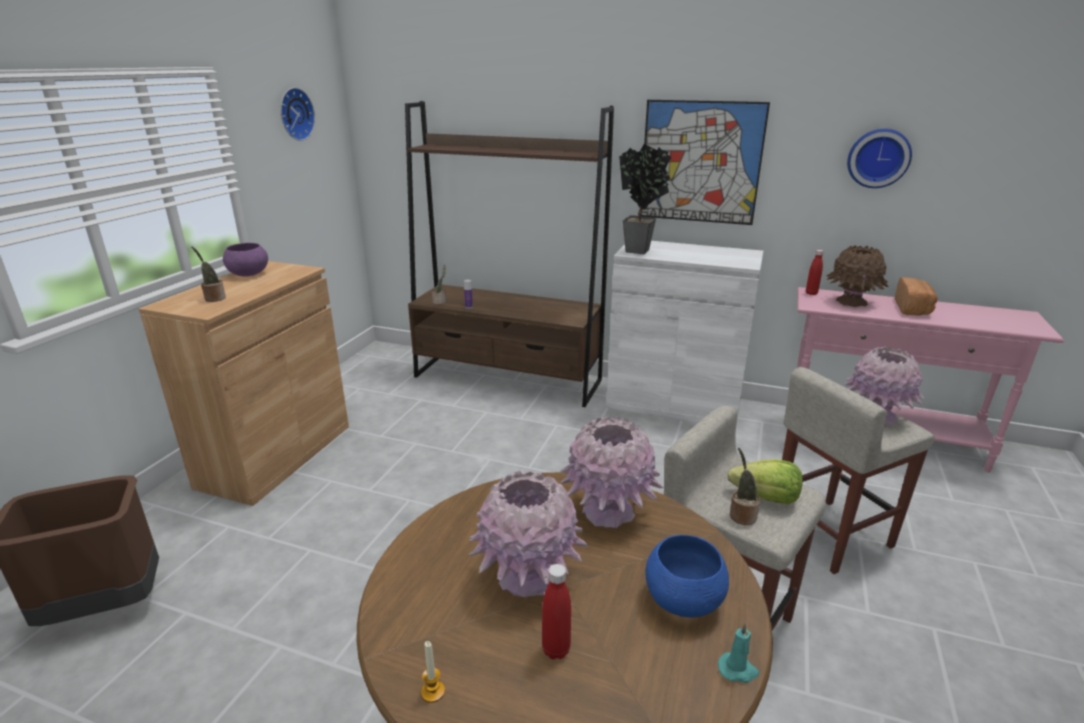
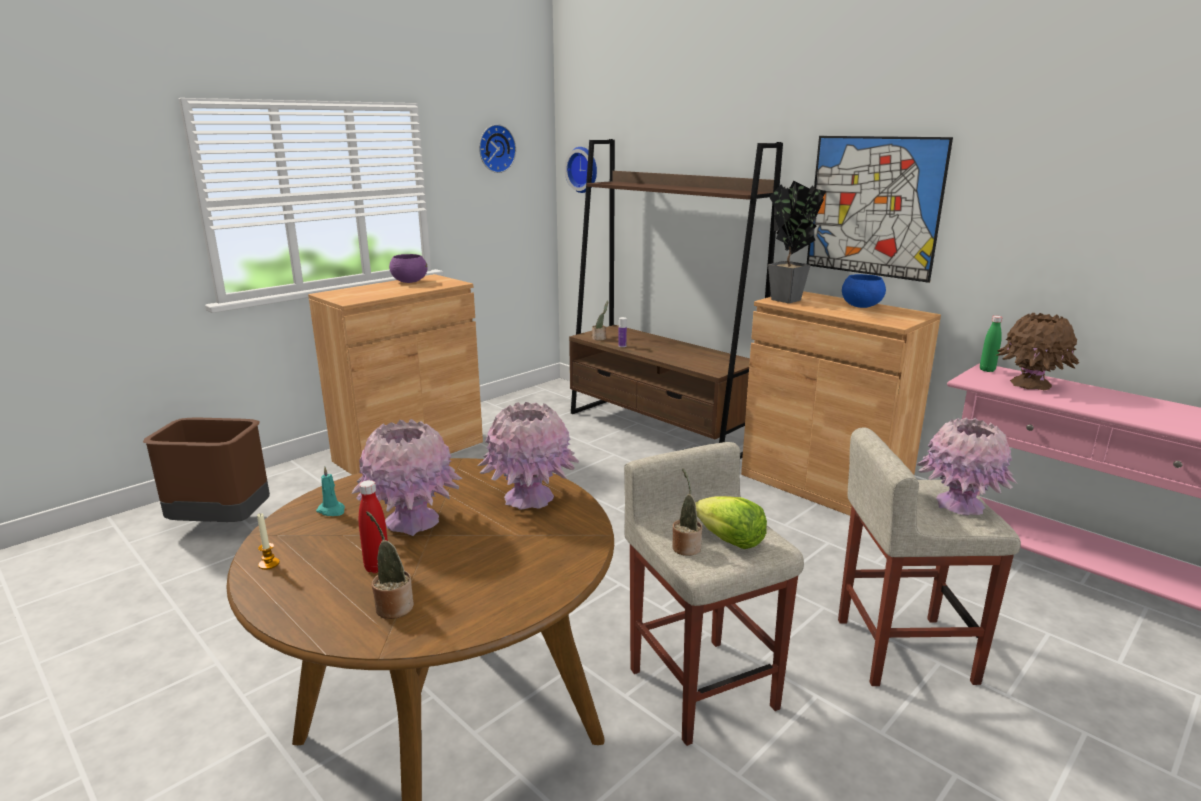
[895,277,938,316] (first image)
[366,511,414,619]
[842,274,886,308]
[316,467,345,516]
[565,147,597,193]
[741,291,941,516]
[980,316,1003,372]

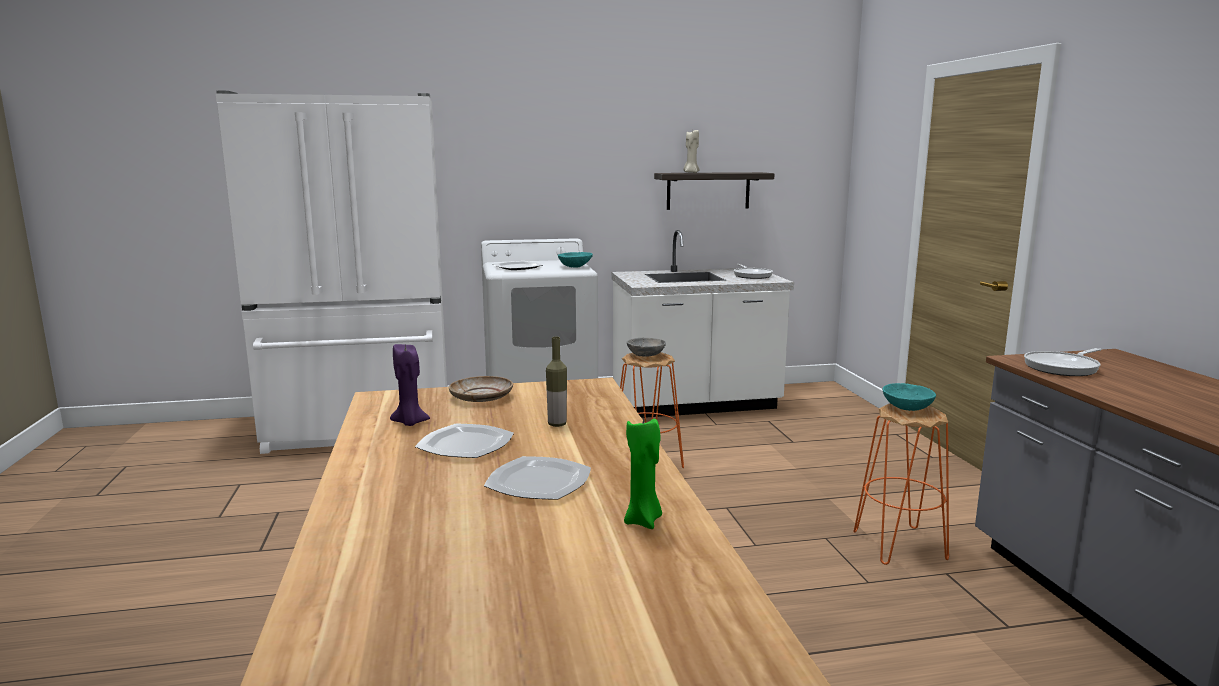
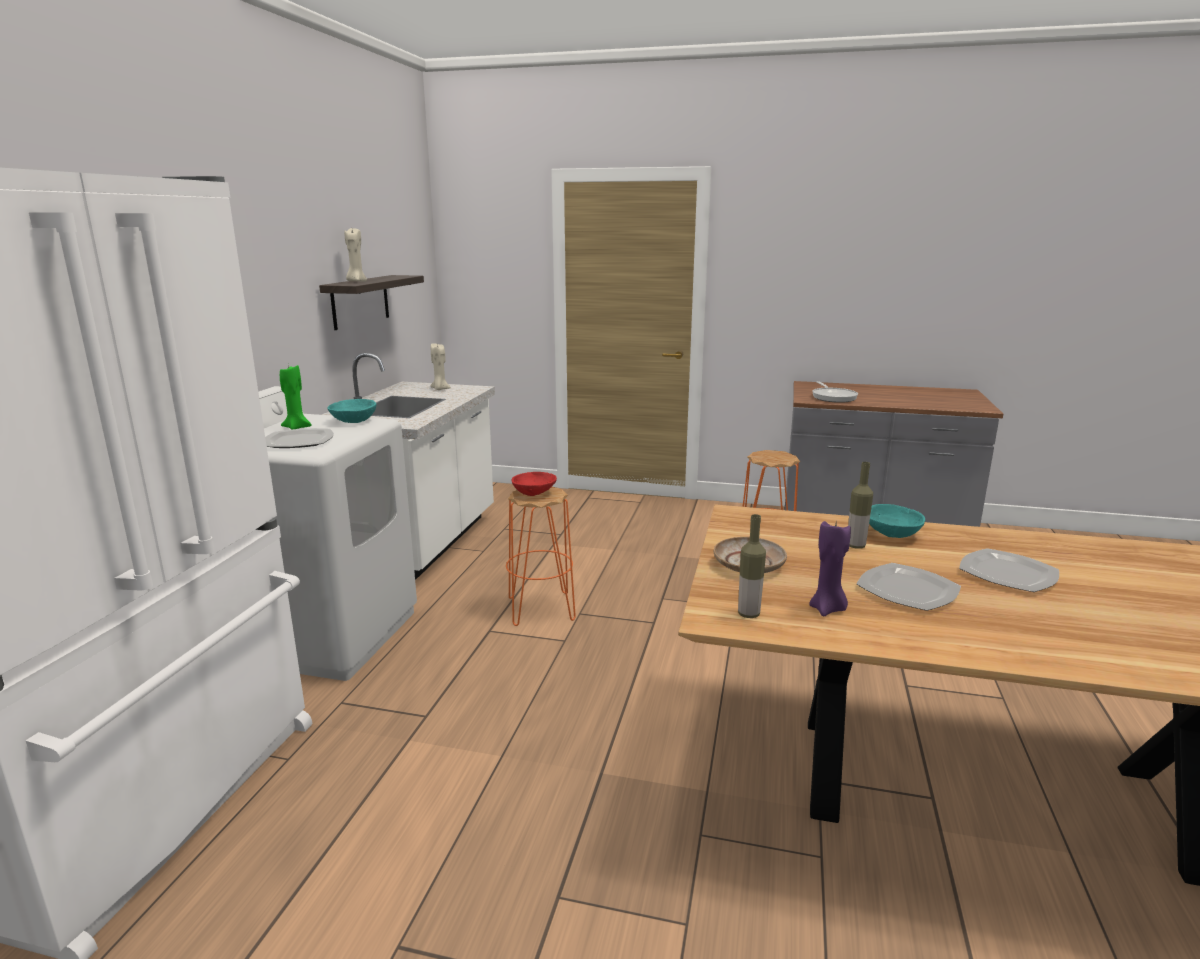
[738,514,766,618]
[280,365,312,430]
[869,504,925,538]
[431,343,451,390]
[512,472,557,496]

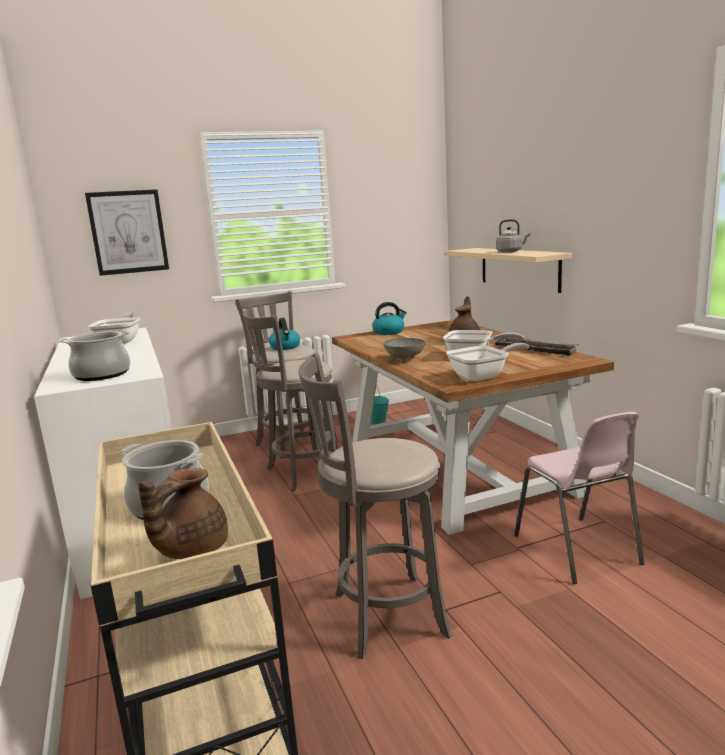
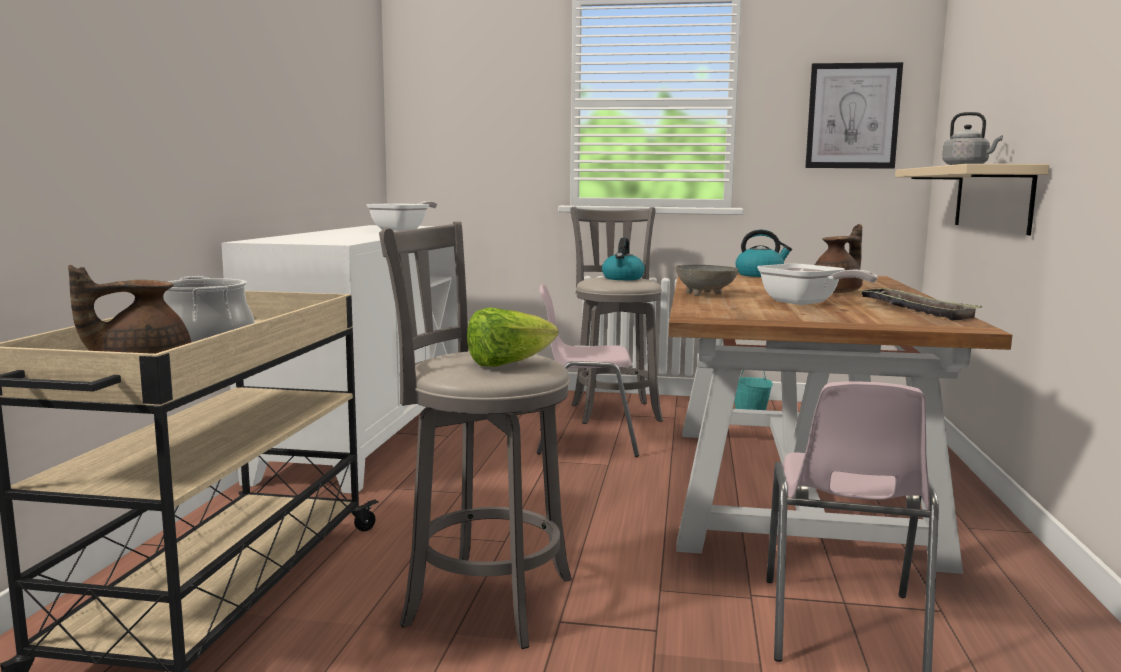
[58,331,131,381] (first image)
[446,343,530,381] (first image)
[467,307,558,367]
[805,62,903,169]
[537,284,639,457]

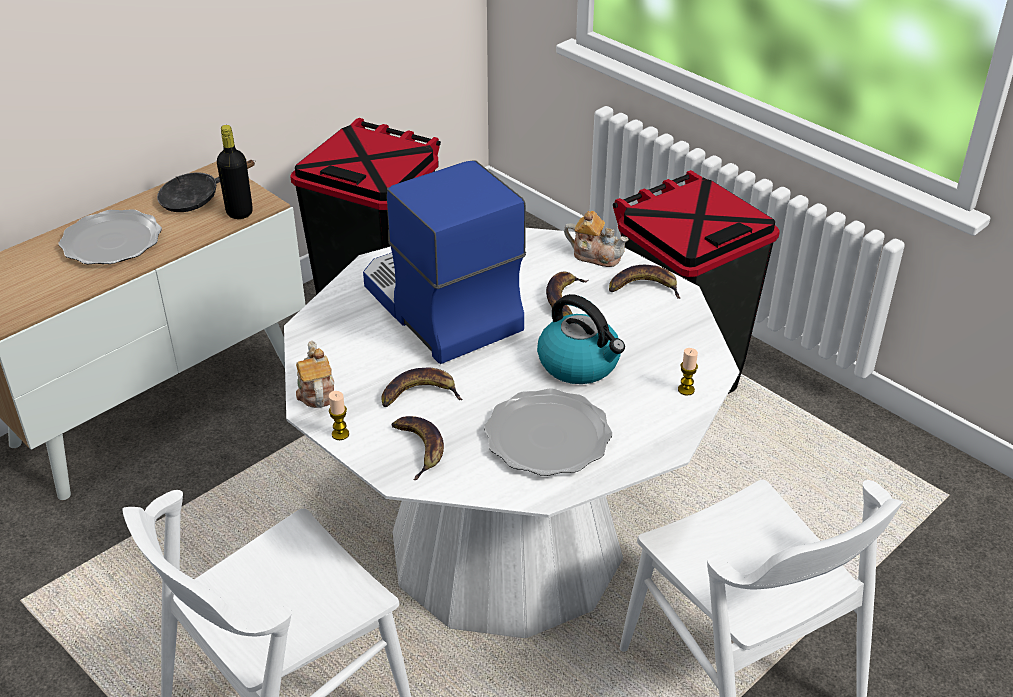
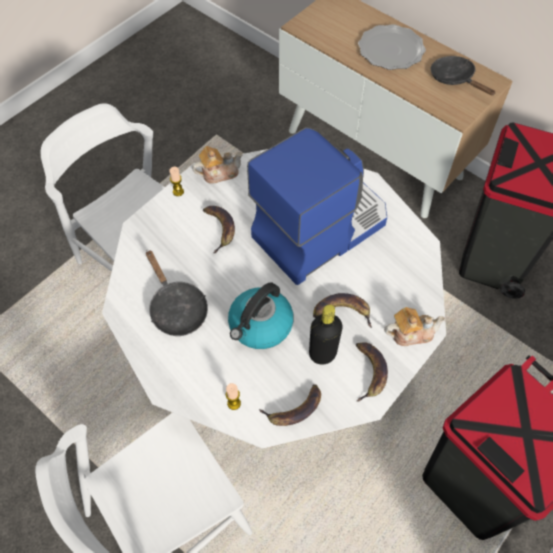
[309,304,343,365]
[259,384,321,426]
[146,250,208,336]
[384,307,446,346]

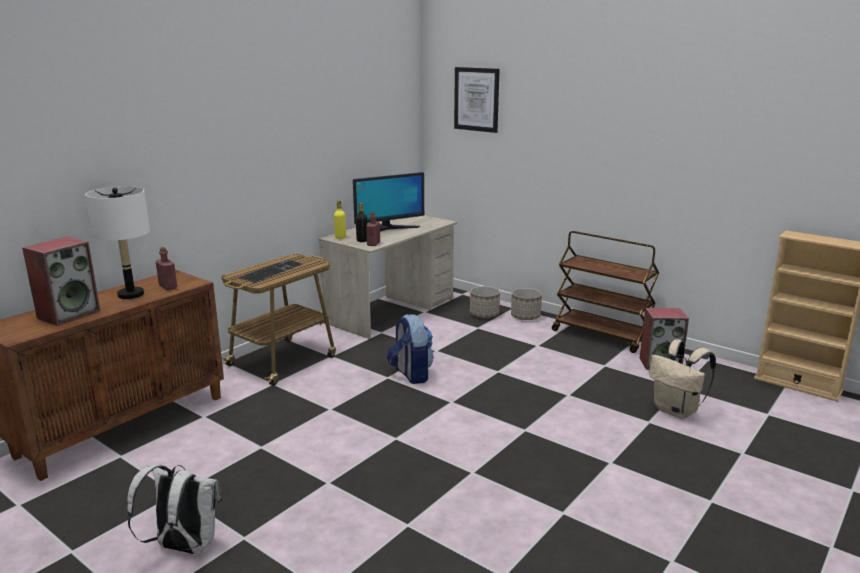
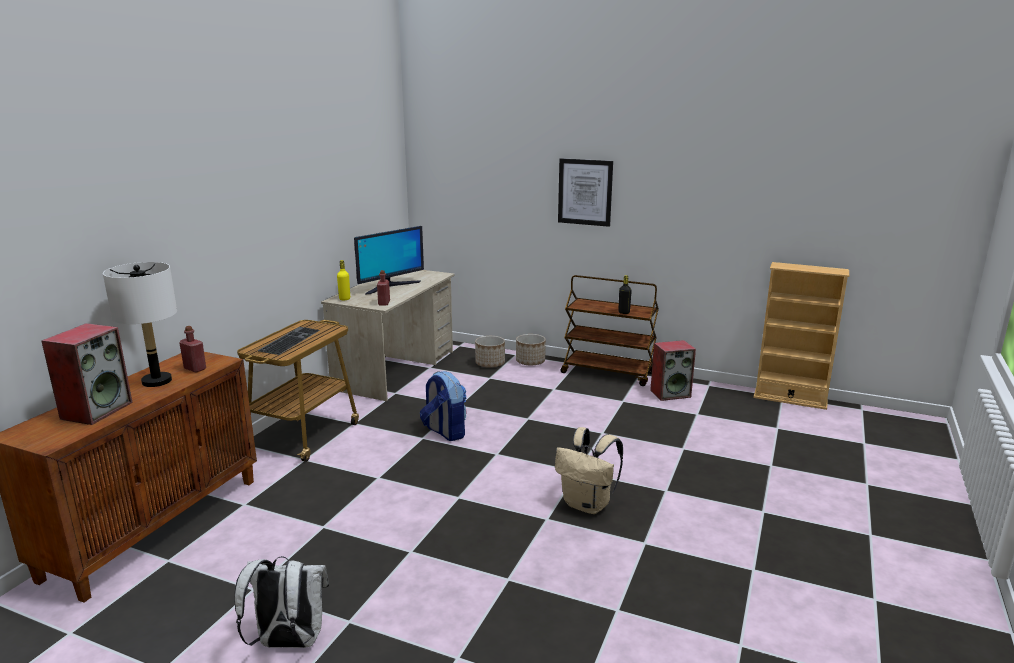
[618,275,632,314]
[558,158,613,227]
[555,427,623,514]

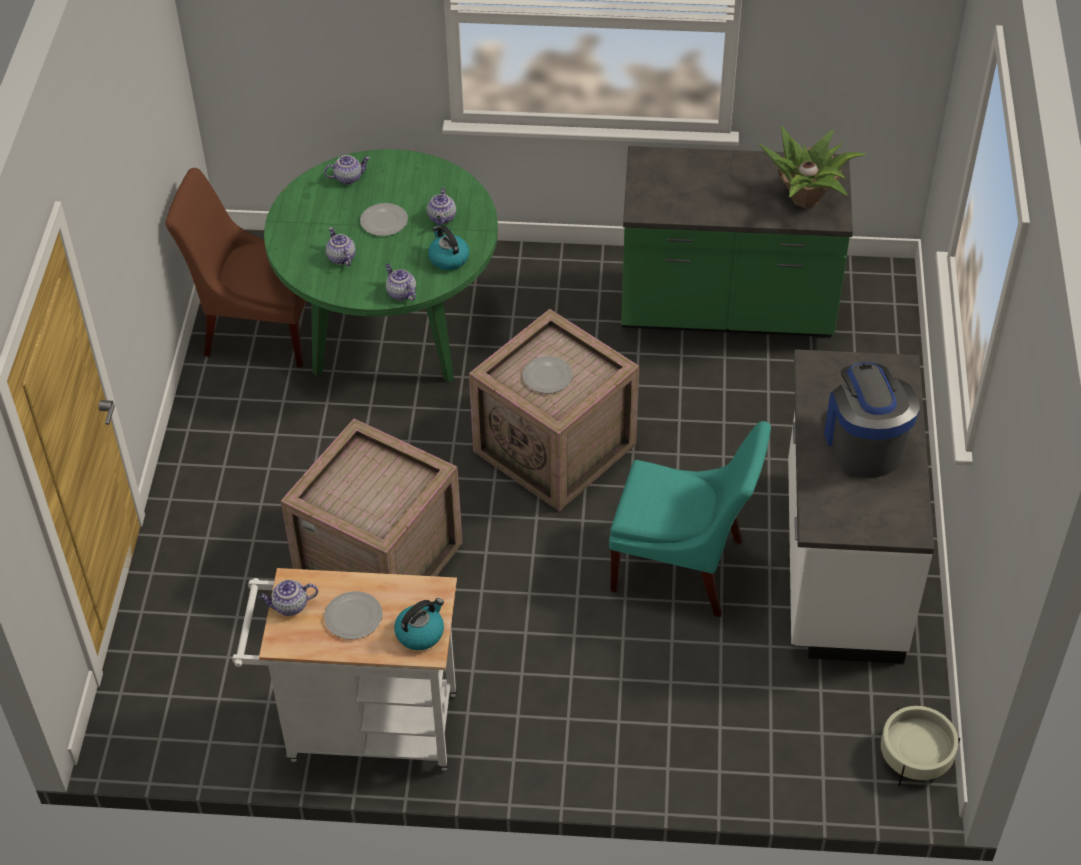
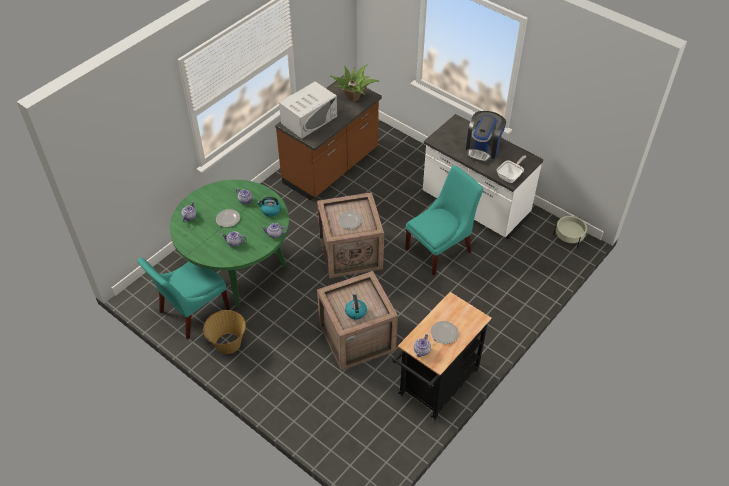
[203,310,246,354]
[279,81,337,138]
[497,155,526,183]
[345,294,367,320]
[137,258,230,340]
[392,292,492,420]
[275,76,382,200]
[466,111,506,163]

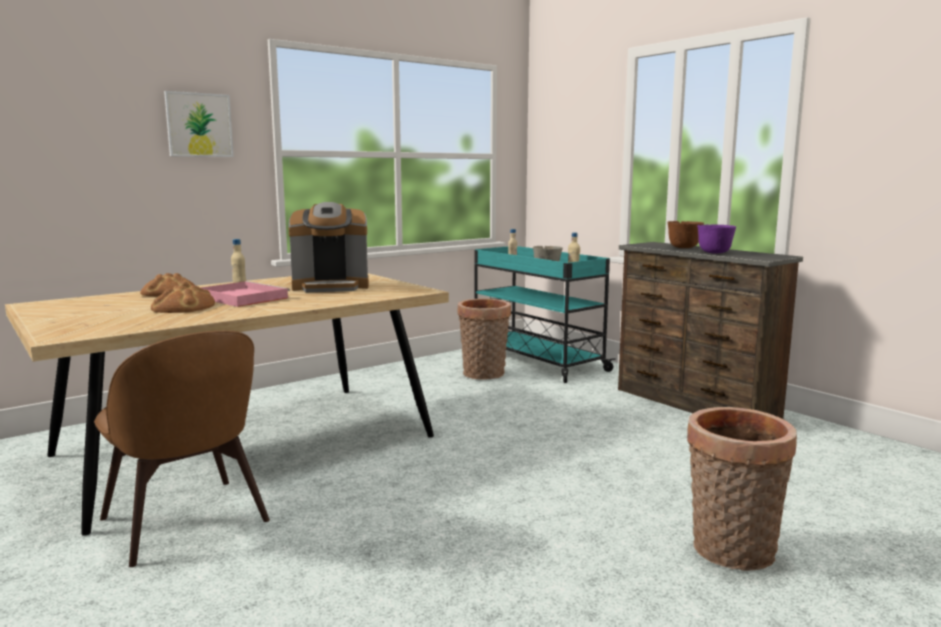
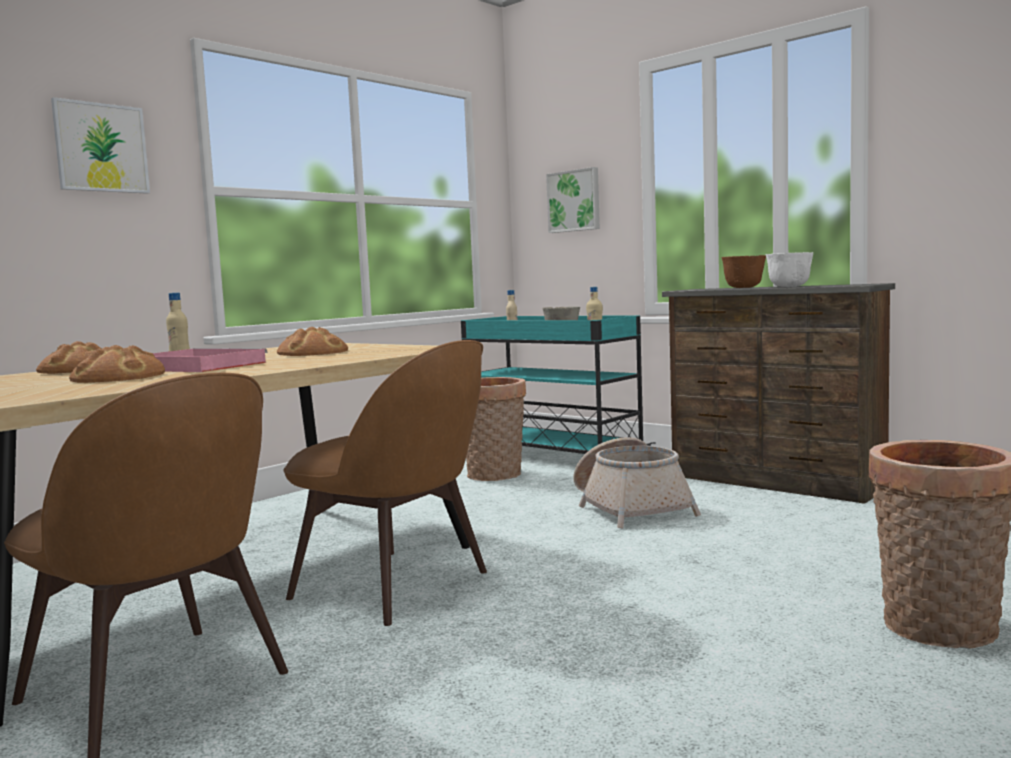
[284,340,487,626]
[546,167,600,233]
[573,437,701,528]
[277,327,348,356]
[765,252,813,287]

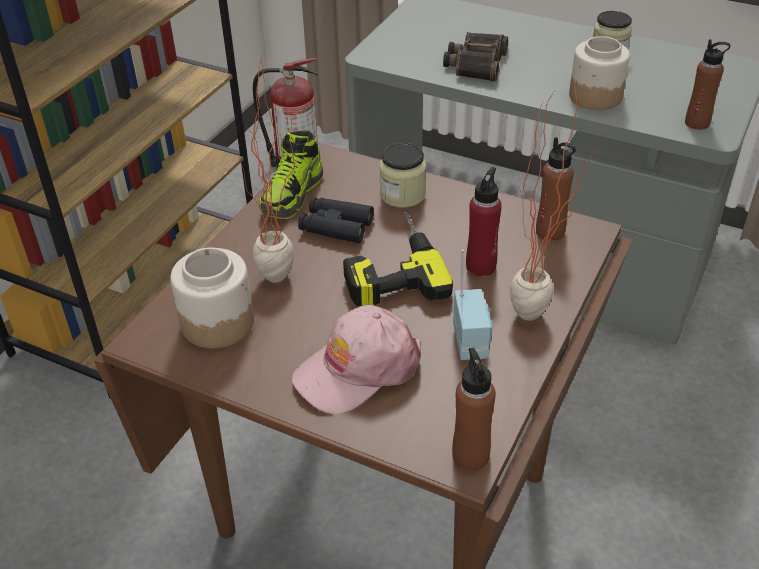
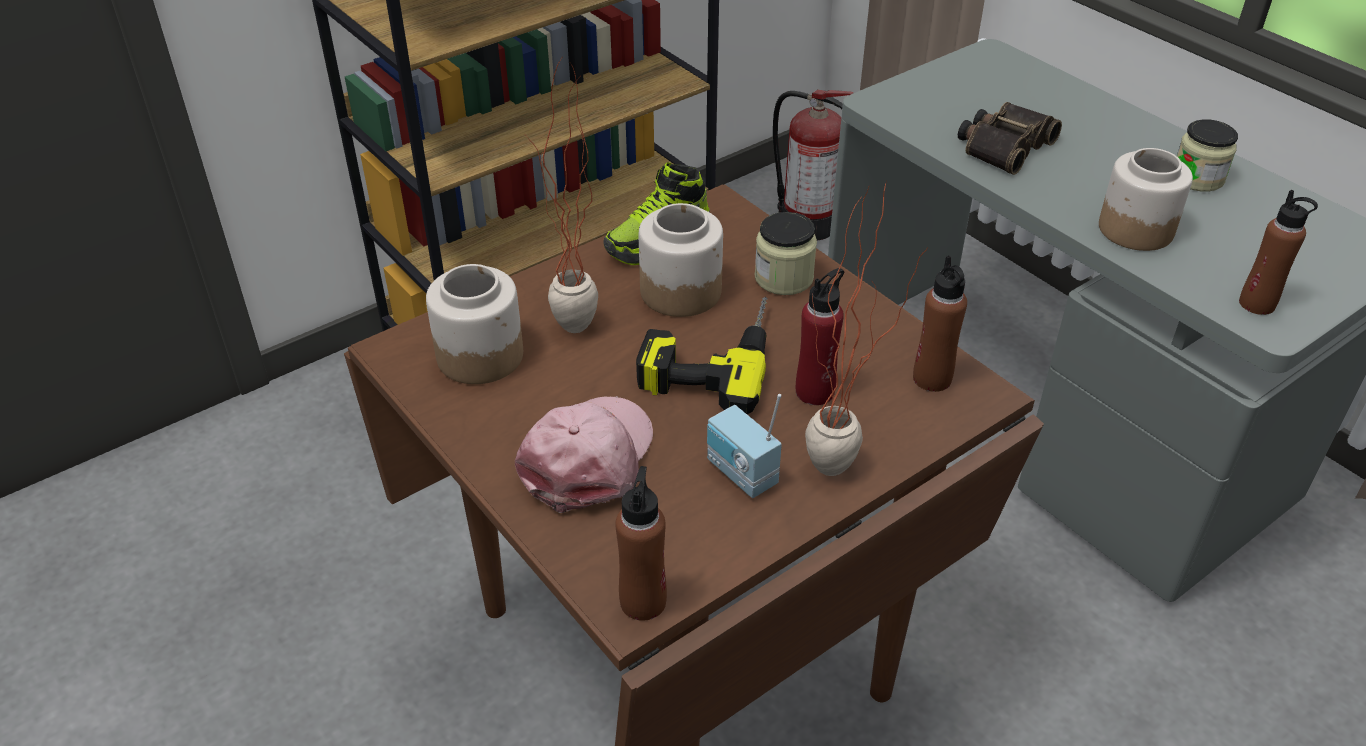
[639,203,723,317]
[515,396,653,513]
[707,394,782,498]

